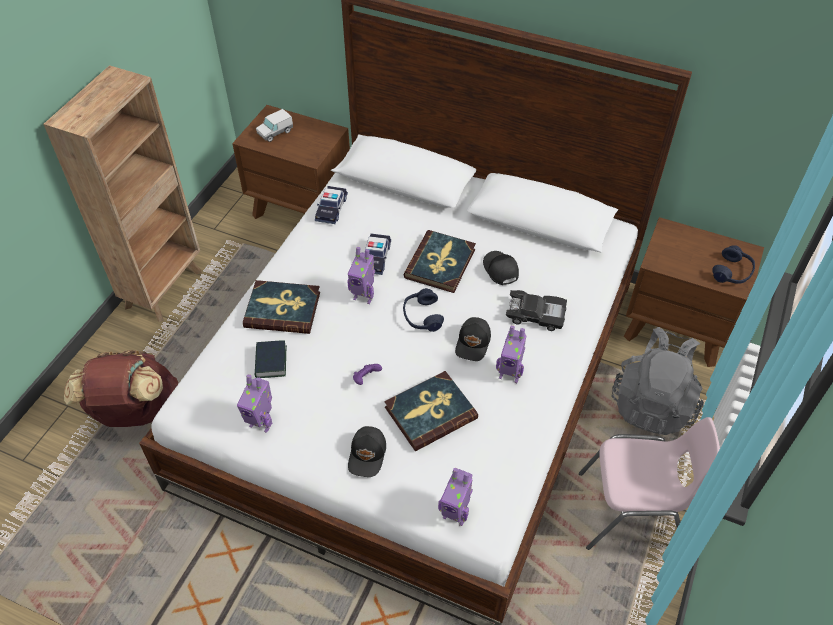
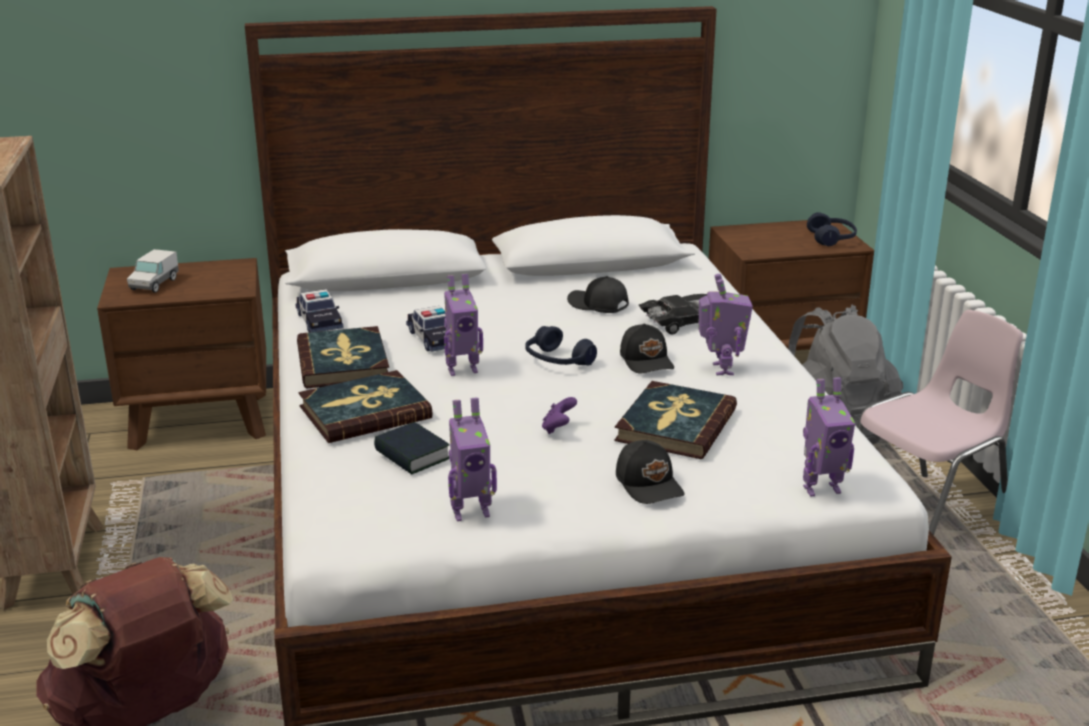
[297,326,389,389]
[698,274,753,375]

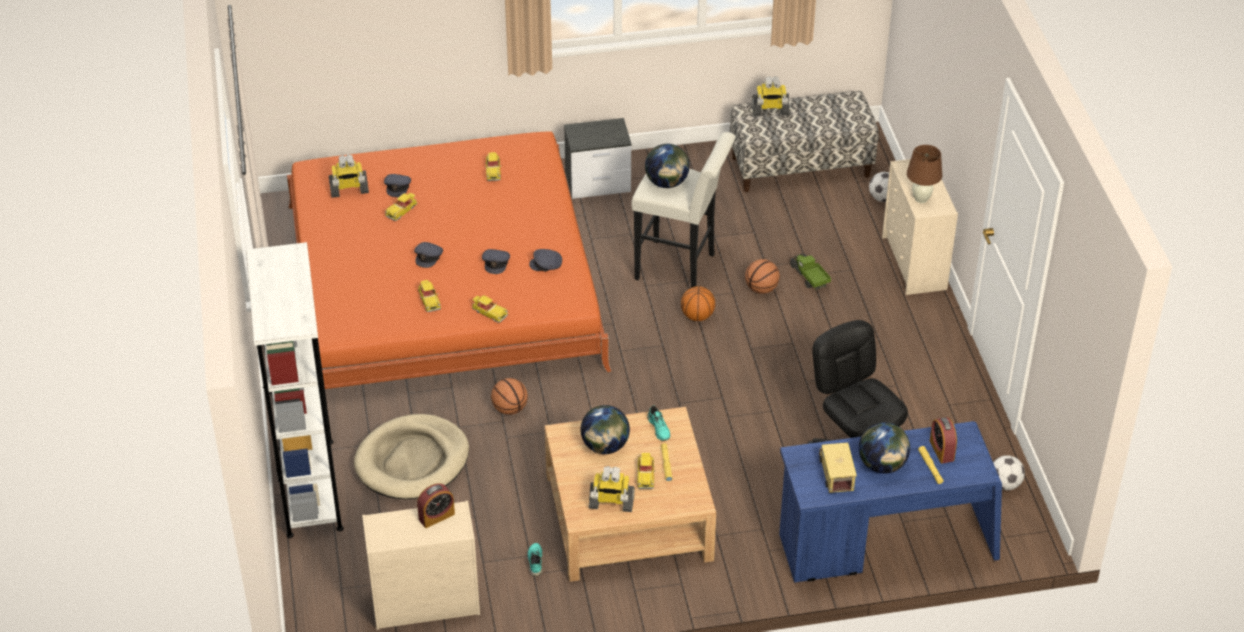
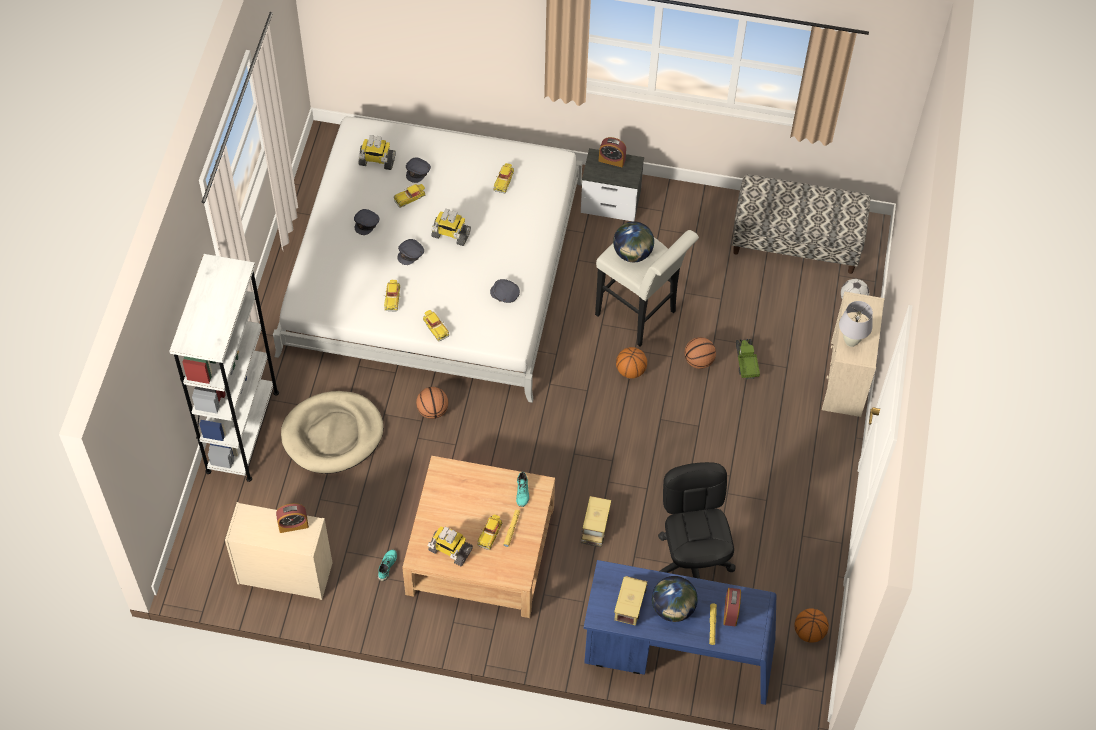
[581,405,630,454] (first image)
[581,496,611,547]
[599,137,626,167]
[354,209,380,235]
[431,209,471,246]
[794,608,829,643]
[273,117,582,403]
[839,301,873,347]

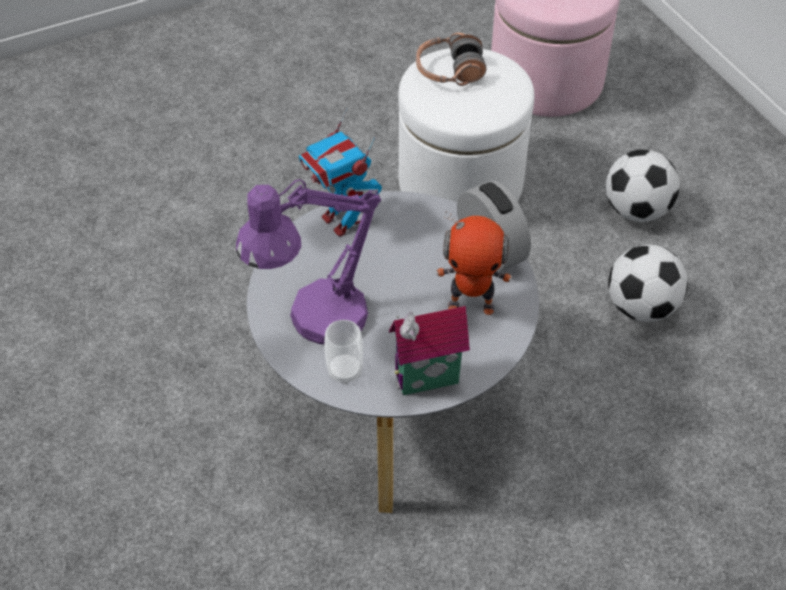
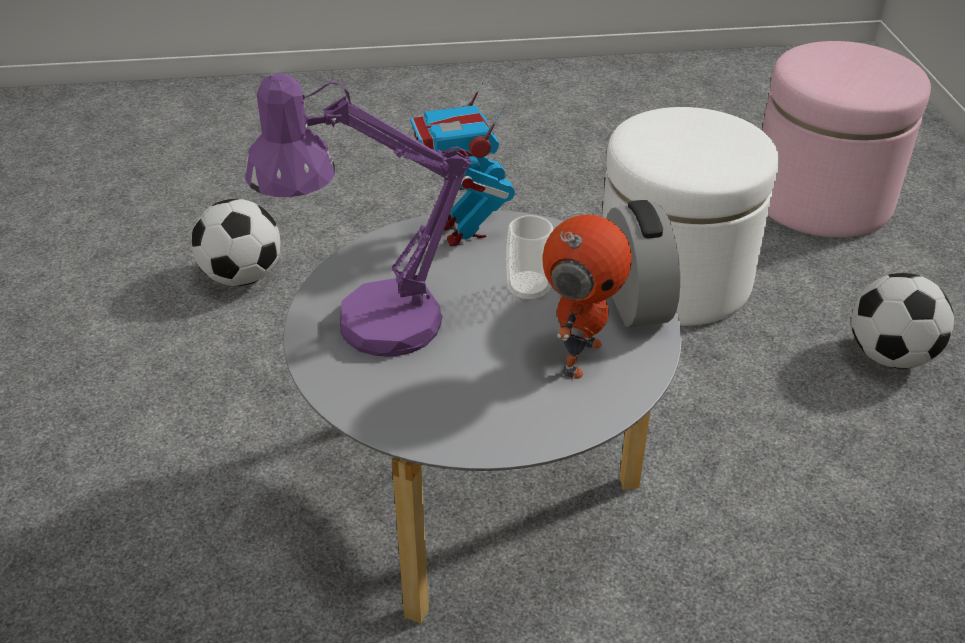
[389,306,470,396] (first image)
[416,32,487,86] (first image)
[506,215,553,302]
[191,199,280,286]
[542,215,632,379]

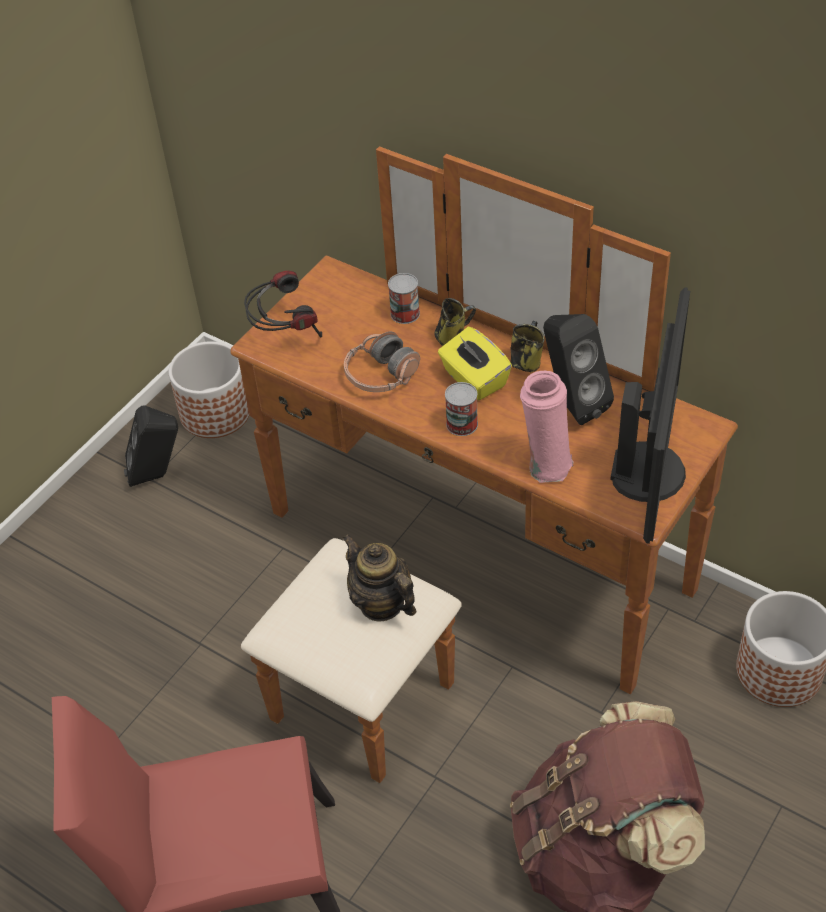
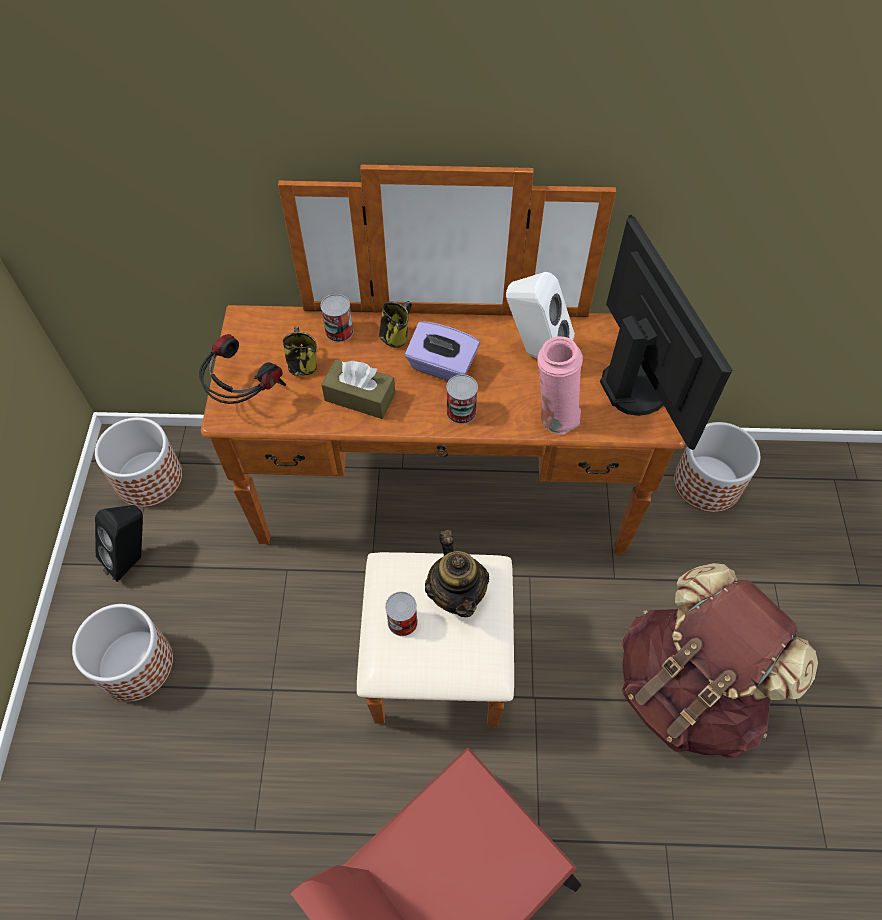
[72,604,173,702]
[385,592,418,636]
[283,327,317,376]
[321,359,395,419]
[405,321,480,381]
[506,272,575,358]
[425,530,489,617]

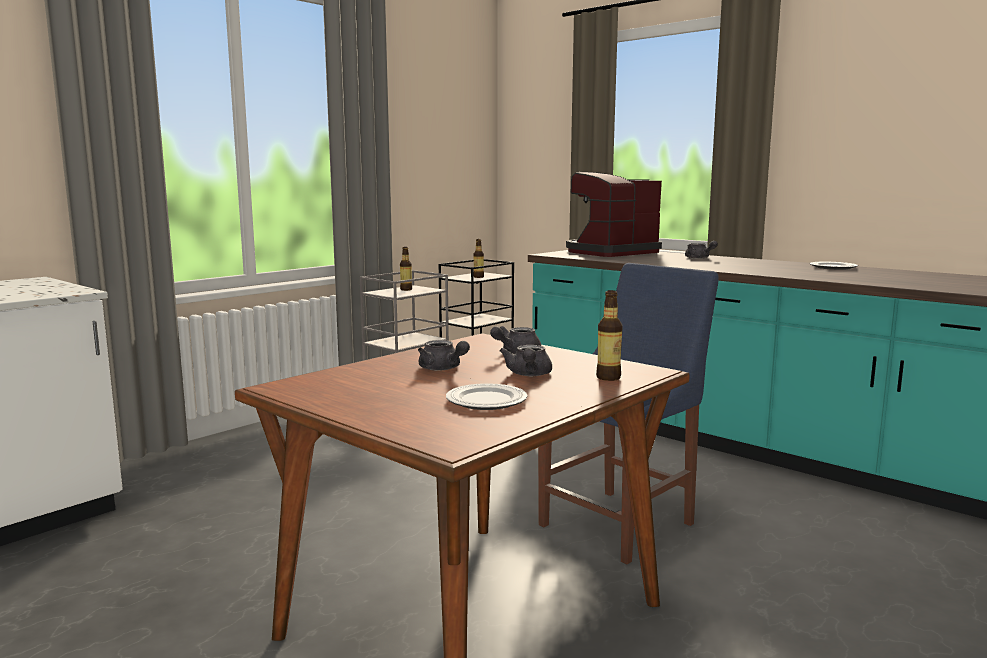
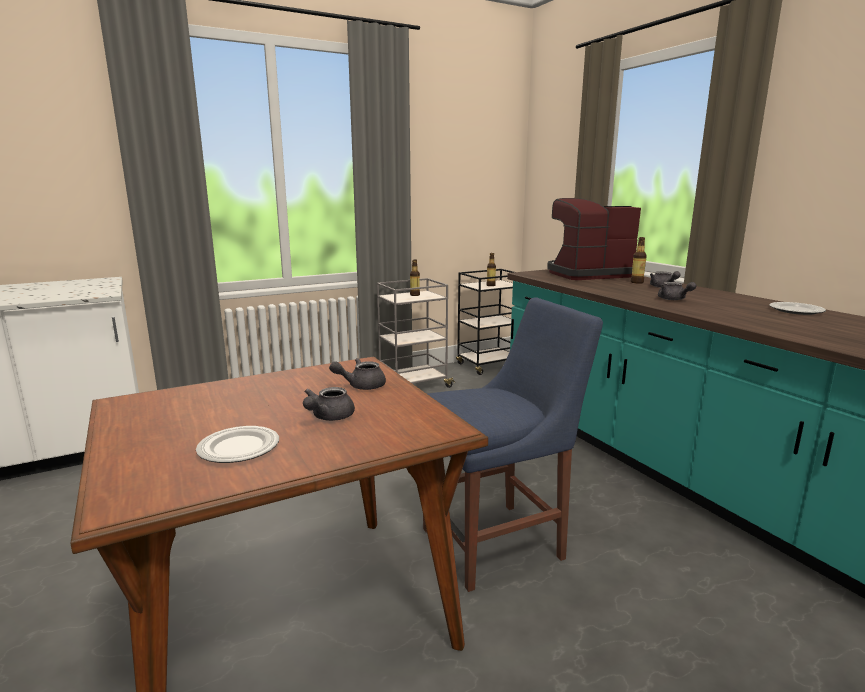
[658,282,696,300]
[631,237,647,284]

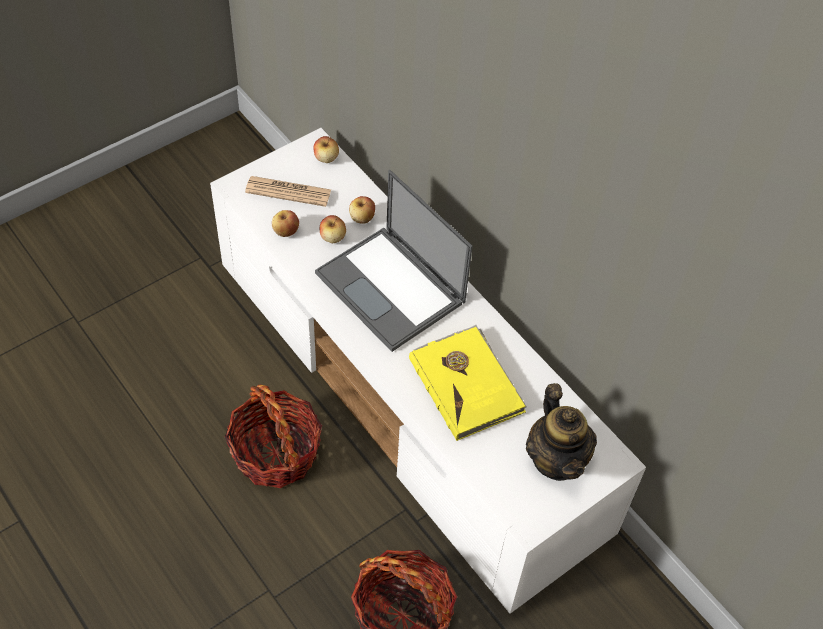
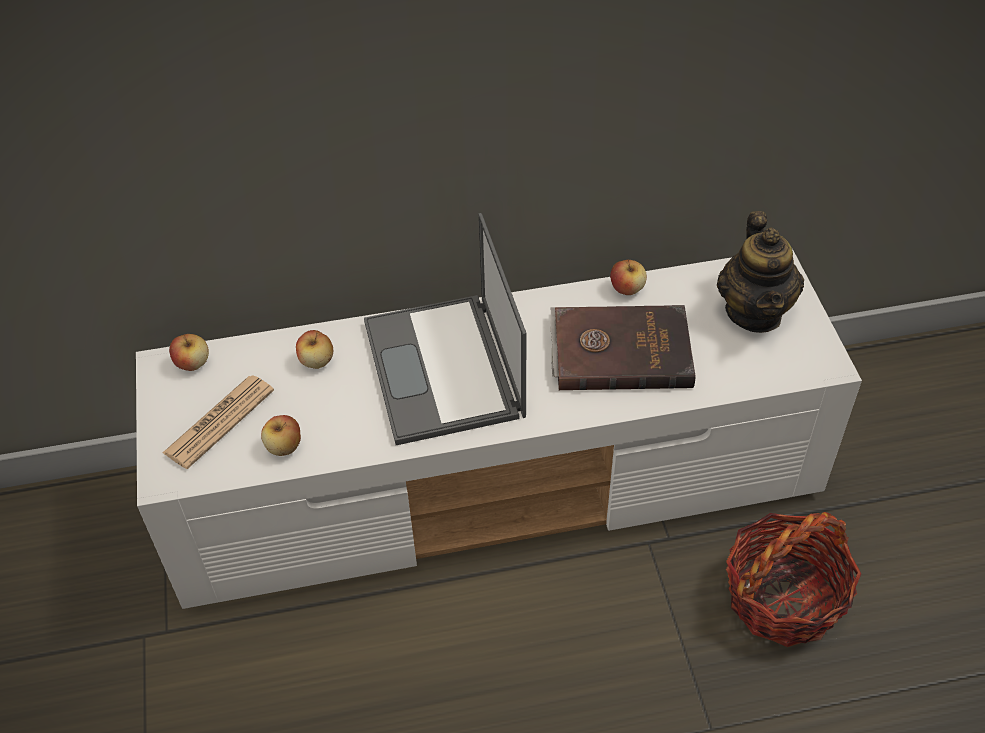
[224,385,322,488] (first image)
[610,259,647,295]
[551,305,696,390]
[364,213,526,445]
[717,211,804,333]

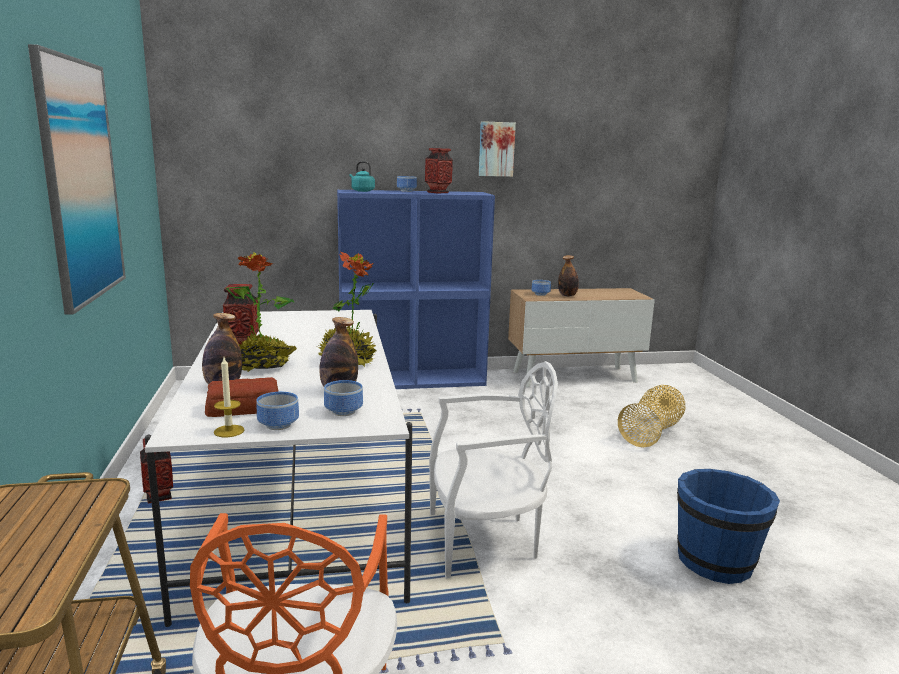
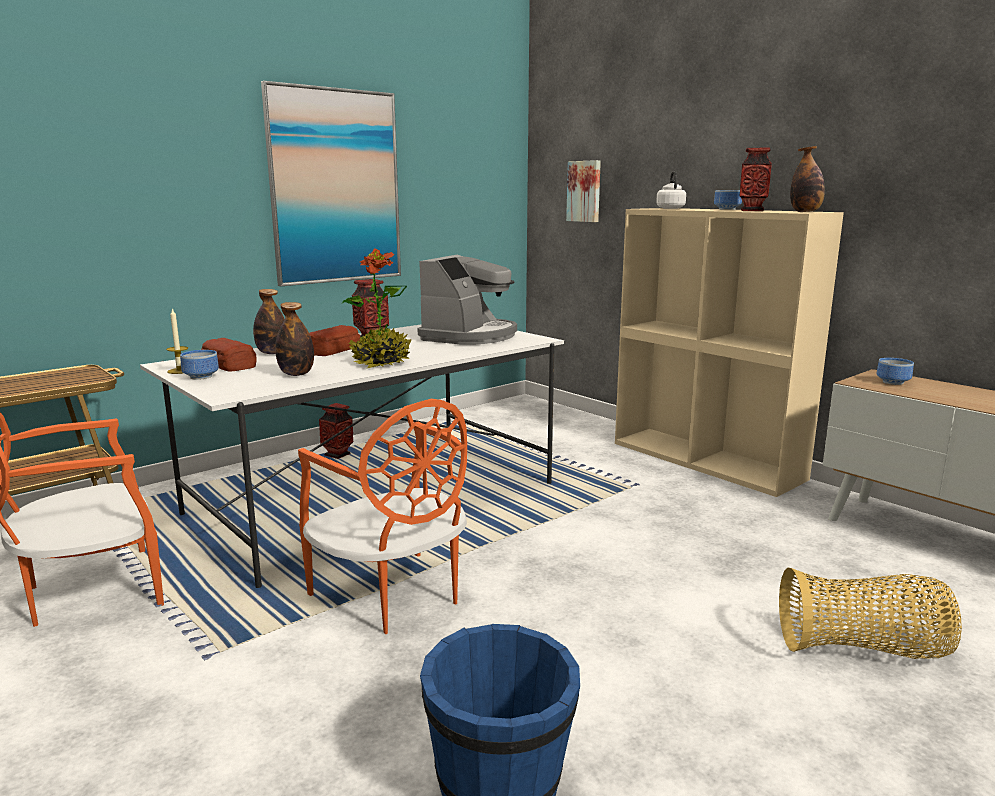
[324,380,363,416] (first image)
[418,255,517,345]
[566,160,601,222]
[790,146,825,212]
[309,325,360,356]
[615,208,844,497]
[656,171,686,209]
[298,399,467,634]

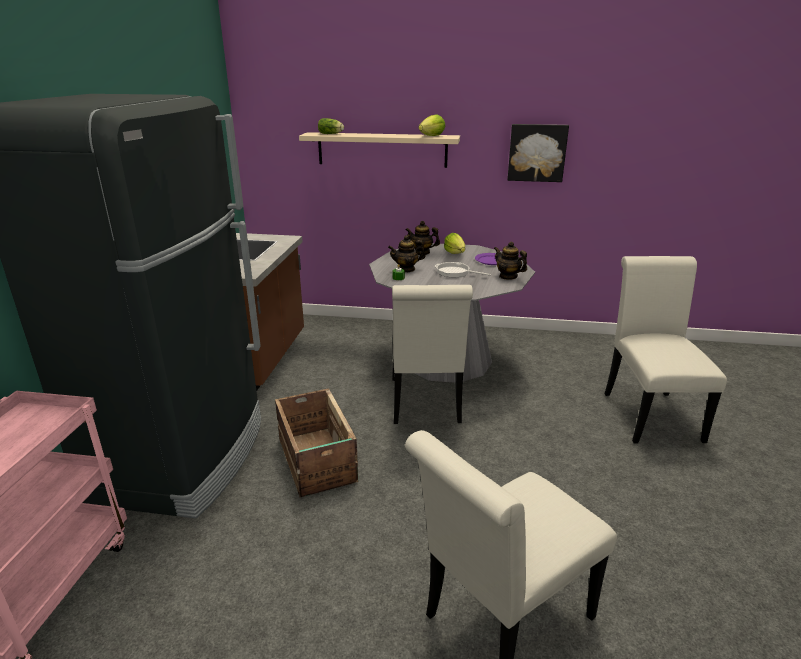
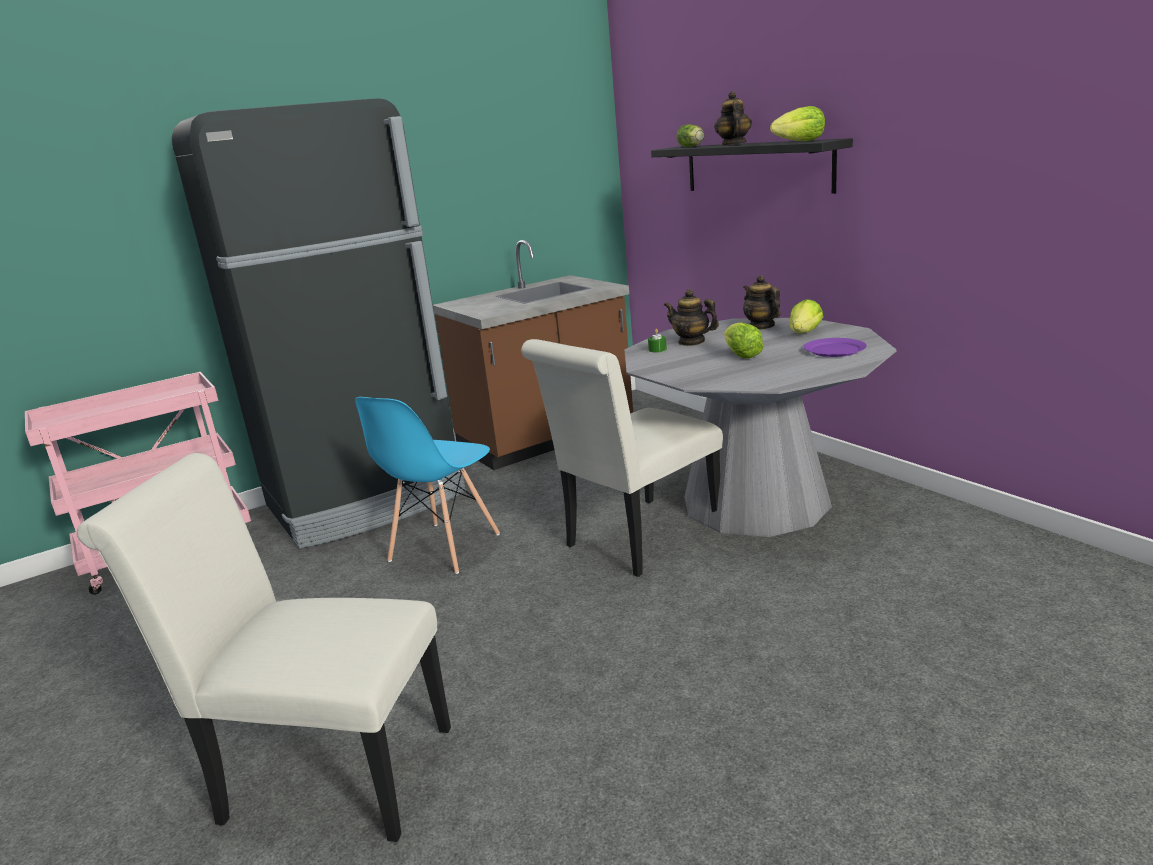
[508,124,569,182] (first image)
[605,256,727,444] (first image)
[714,91,752,146]
[355,397,500,574]
[724,322,763,359]
[651,138,853,194]

